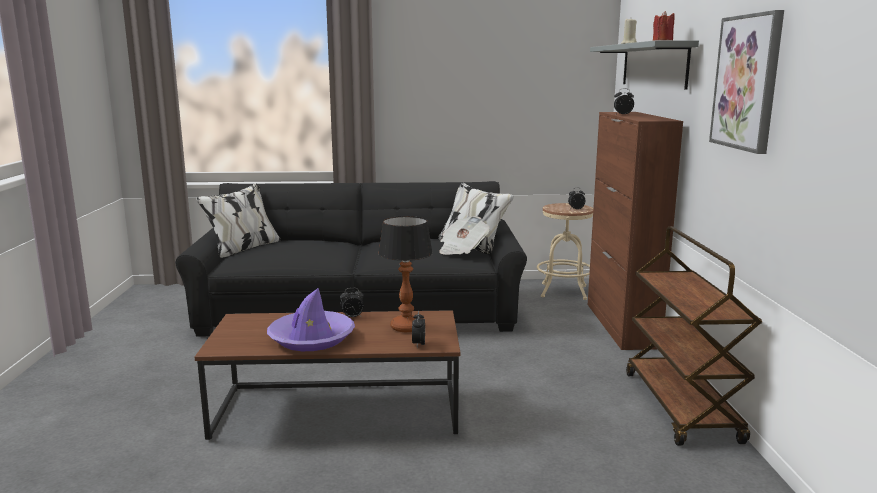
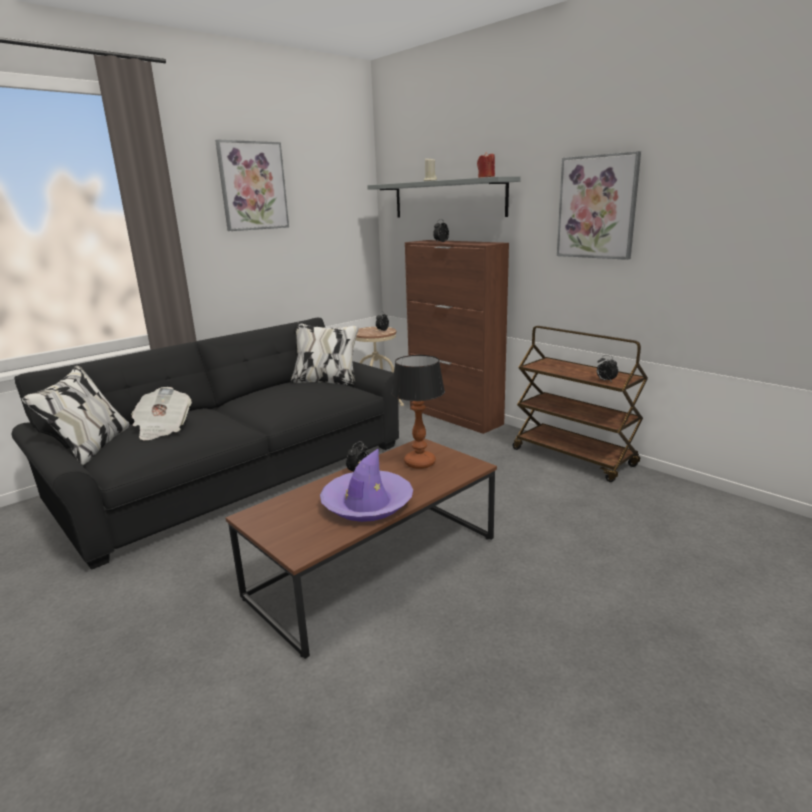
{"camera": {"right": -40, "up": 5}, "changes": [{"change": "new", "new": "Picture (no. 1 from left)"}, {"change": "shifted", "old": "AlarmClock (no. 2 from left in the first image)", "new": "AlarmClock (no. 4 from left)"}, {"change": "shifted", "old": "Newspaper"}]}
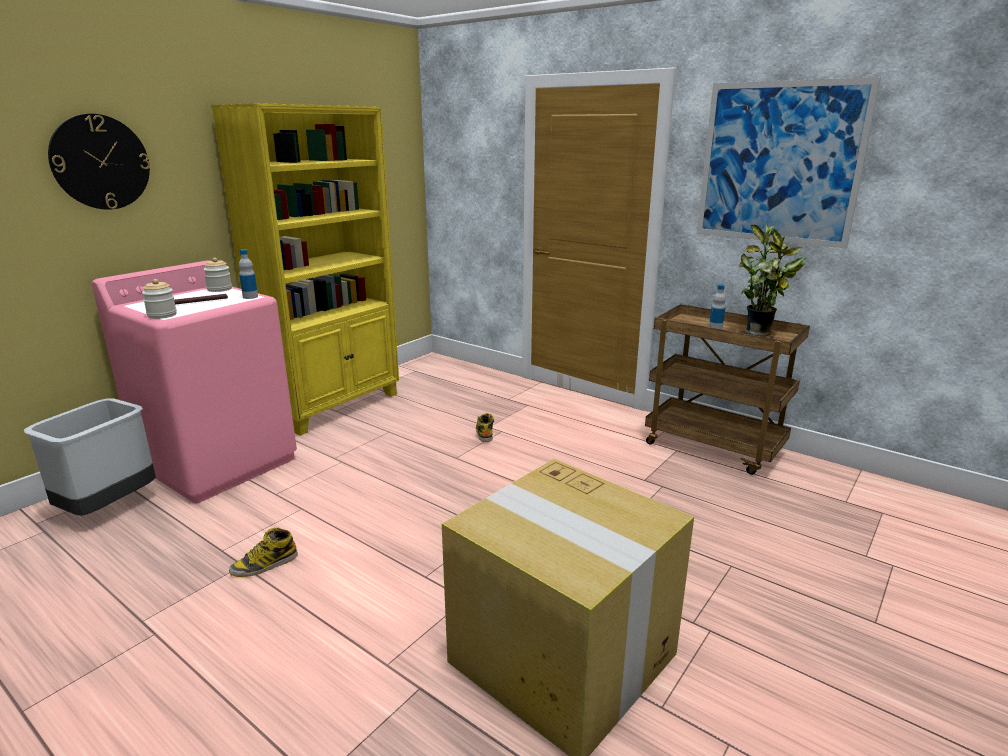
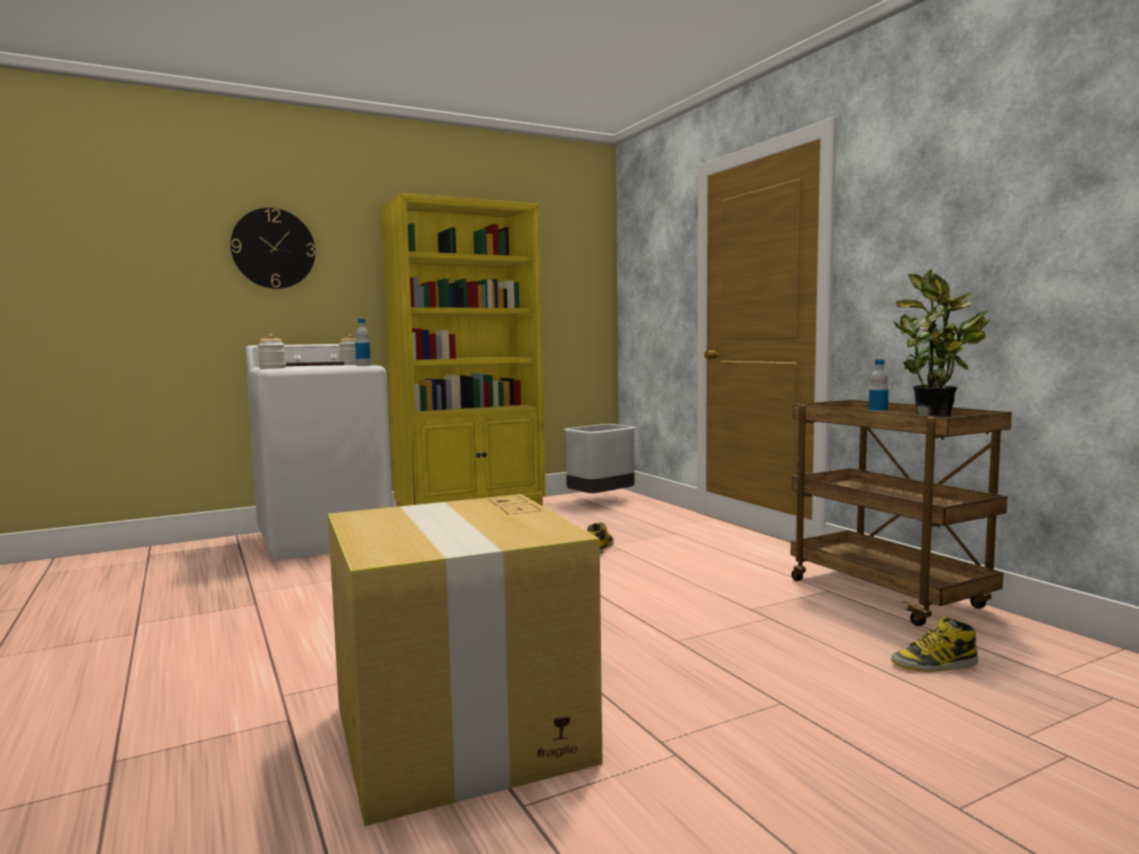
{"camera": {"right": 25, "up": -15}, "changes": [{"change": "gone", "old": "Picture"}, {"change": "shifted", "old": "GreyTrashCan"}, {"change": "shifted", "old": "Boot (no. 1 from left in the first image)", "new": "Boot (no. 2 from left)"}, {"change": "repainted", "old": "PinkWashingMachine", "new": "WhiteWashingMachine"}]}
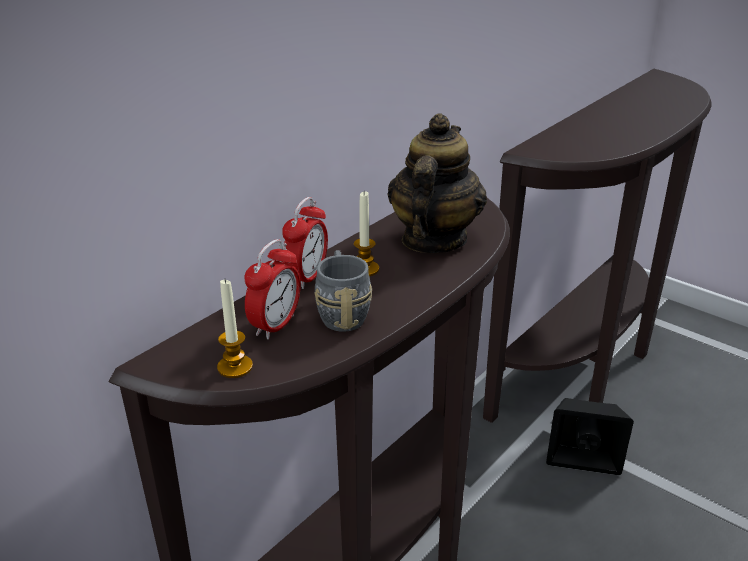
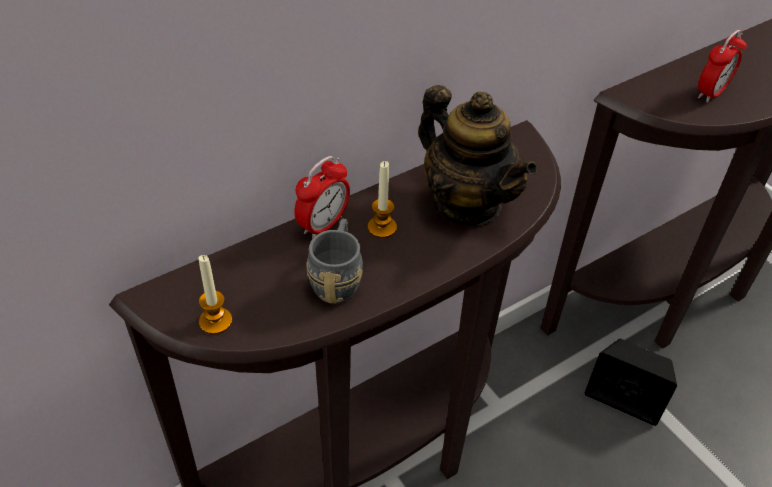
{"camera": {"right": 15, "up": 15}, "changes": [{"change": "shifted", "old": "AlarmClock (no. 1 from left in the first image)", "new": "AlarmClock (no. 2 from left)"}, {"change": "rotated", "old": "Teapot", "degrees": 105}]}
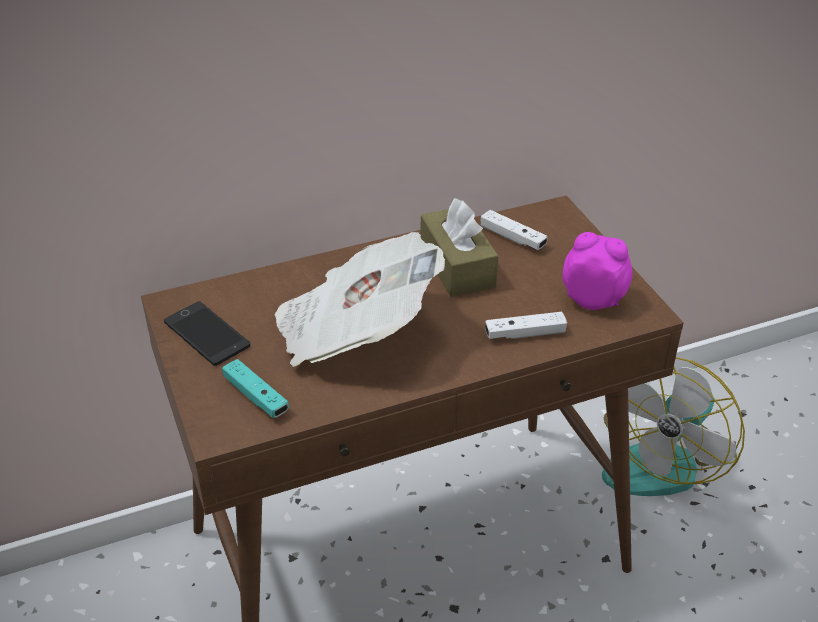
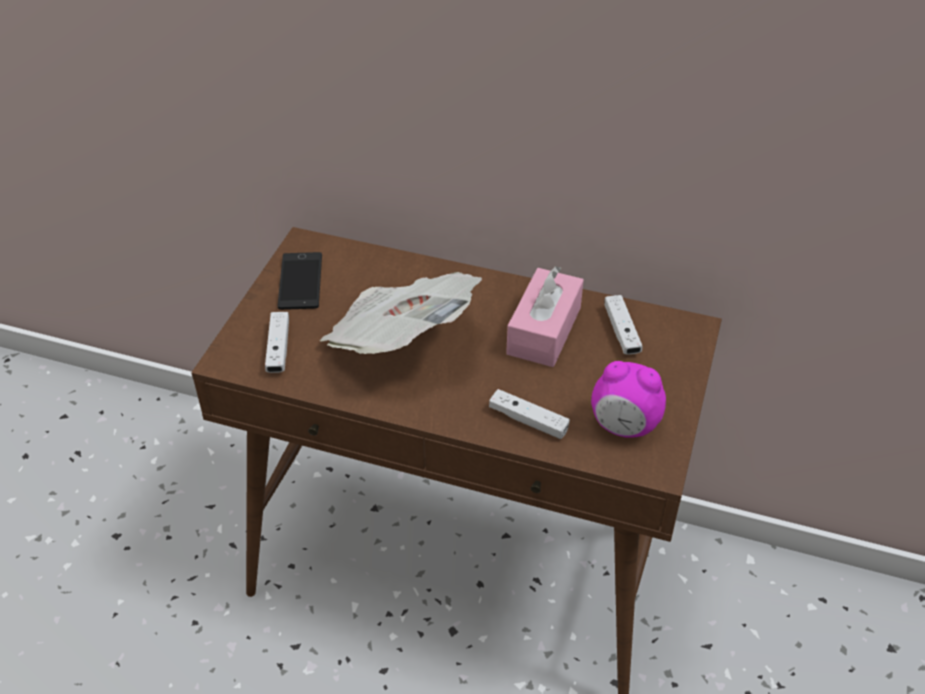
{"camera": {"right": 40, "up": 5}, "changes": [{"change": "gone", "old": "Fan"}, {"change": "repainted", "old": "TurquoiseGameController", "new": "WhiteGameController (no. 1 from left)"}, {"change": "repainted", "old": "BrownTissueBox", "new": "PinkTissueBox"}, {"change": "rotated", "old": "AlarmClock", "degrees": 135}]}
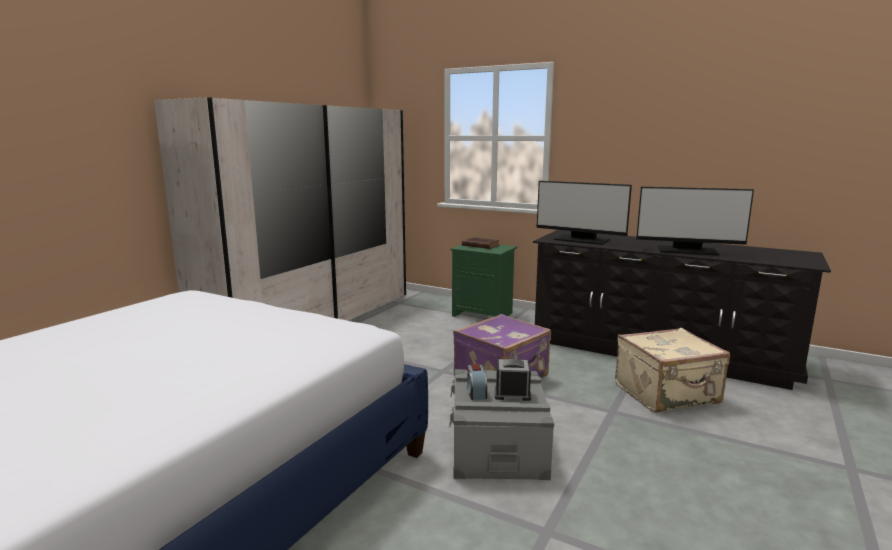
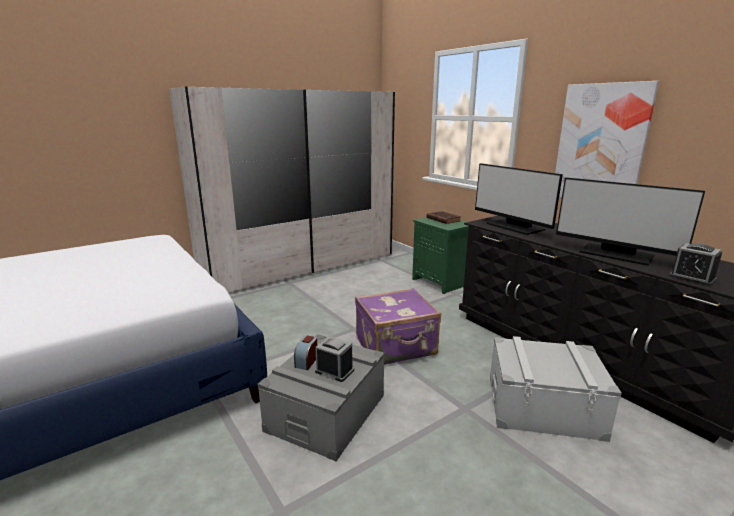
{"camera": {"right": 25, "up": 5}, "changes": [{"change": "new", "new": "Picture"}, {"change": "new", "new": "AlarmClock (no. 3 from left)"}, {"change": "swapped", "old": "BeigeSuitcase", "new": "GreyStorageBox (no. 2 from left)"}]}
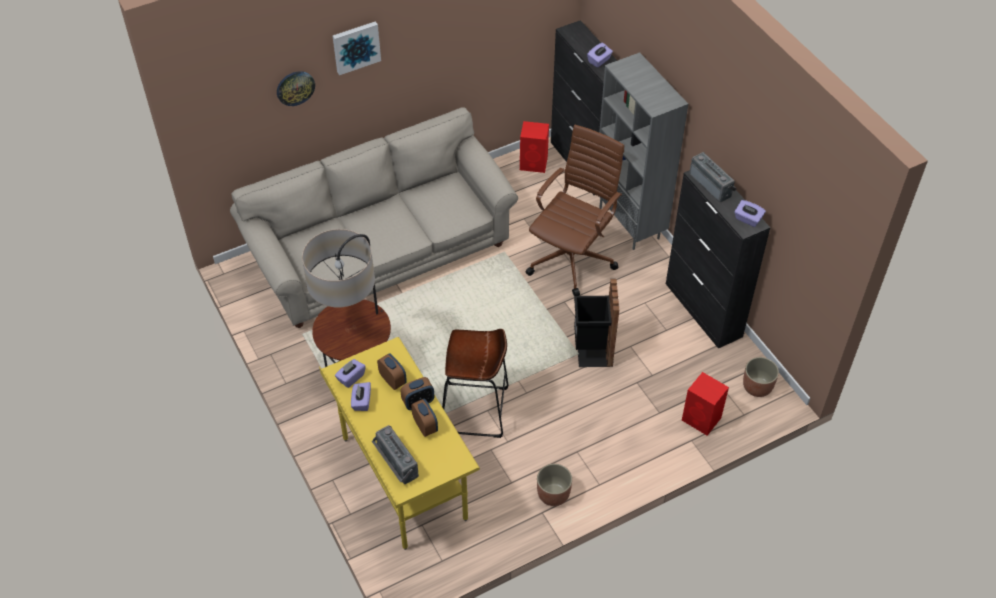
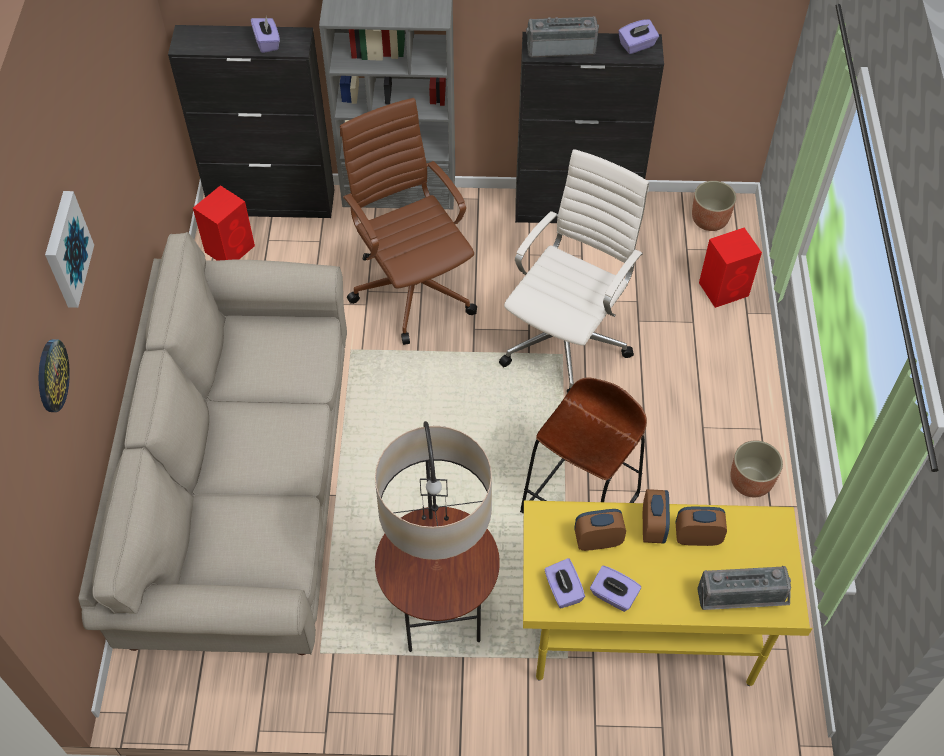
{"camera": {"right": -60, "up": 5}, "changes": [{"change": "swapped", "old": "BlackTrashCan", "new": "WhiteOfficeChair"}]}
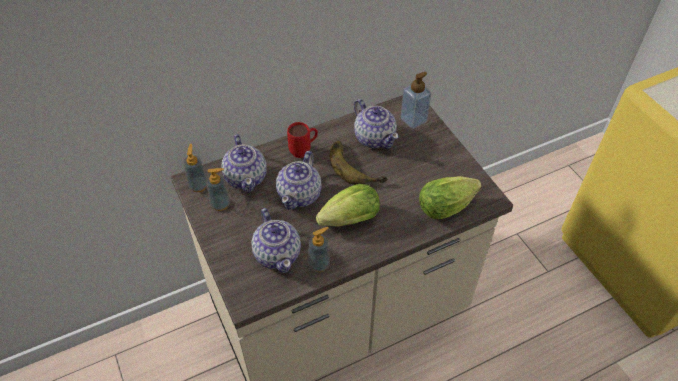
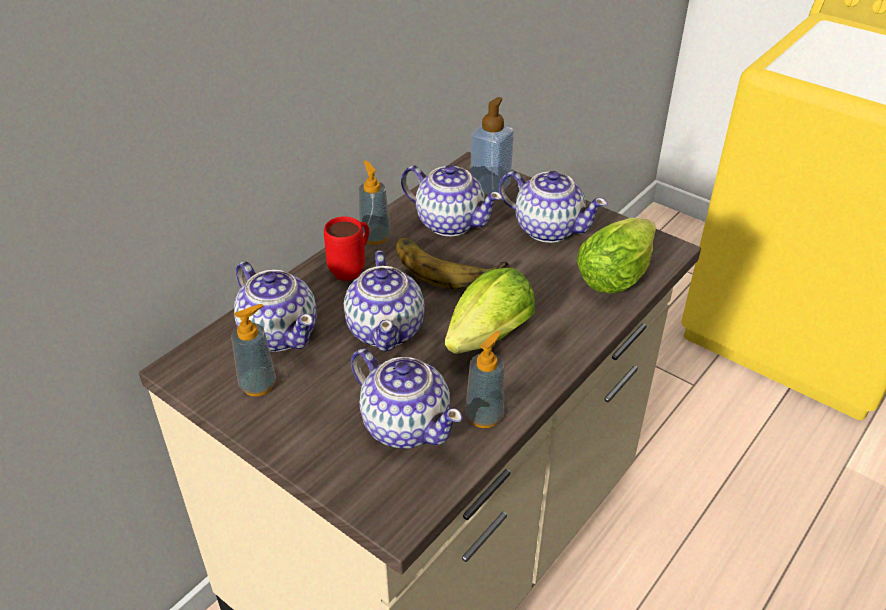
{"camera": {"right": -25, "up": -10}, "changes": [{"change": "new", "new": "Teapot (no. 5 from left)"}, {"change": "shifted", "old": "SoapDispenser (no. 1 from left in the first image)", "new": "SoapDispenser (no. 2 from left)"}]}
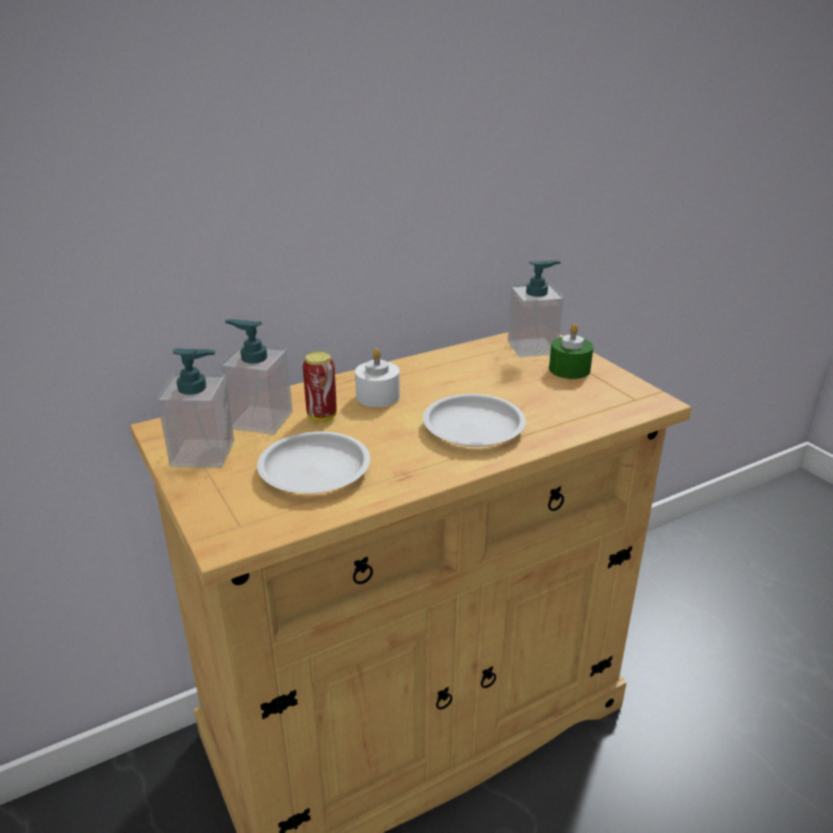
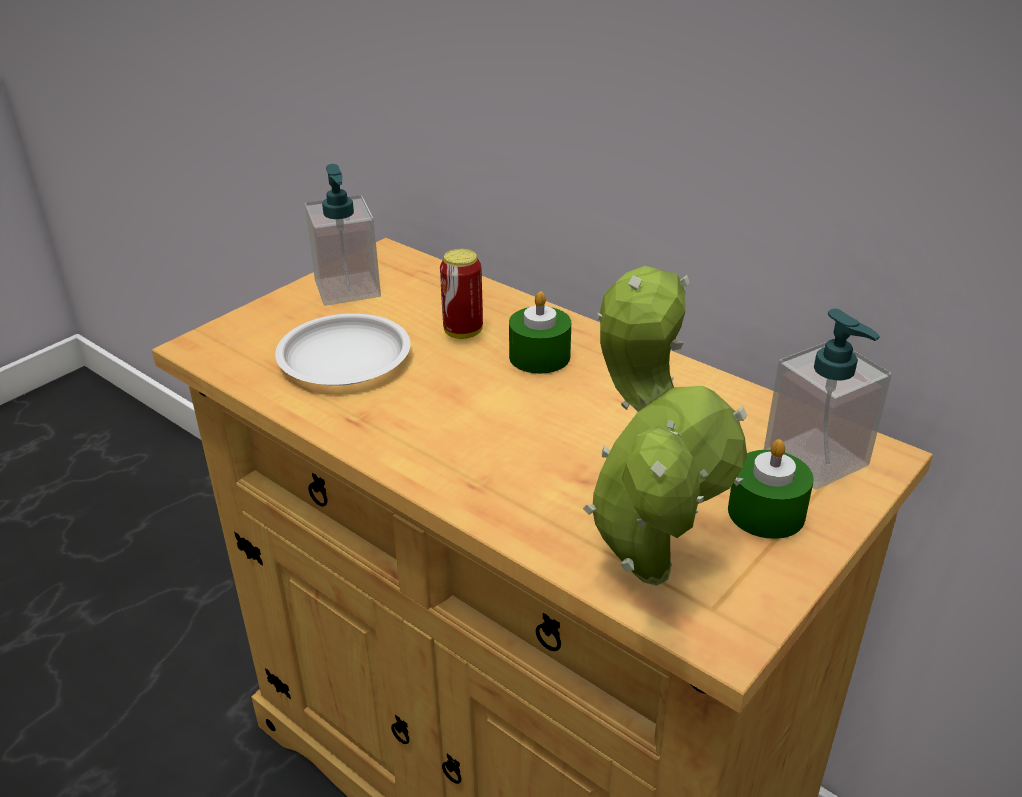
{"camera": {"right": 70, "up": 5}, "changes": [{"change": "gone", "old": "SoapDispenser (no. 2 from left)"}, {"change": "gone", "old": "WhitePlate (no. 2 from left)"}, {"change": "new", "new": "PottedPlant"}, {"change": "repainted", "old": "WhiteCandle", "new": "GreenCandle (no. 1 from left)"}]}
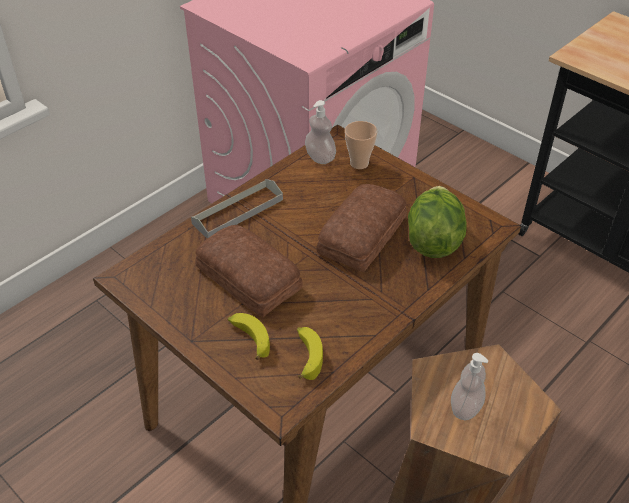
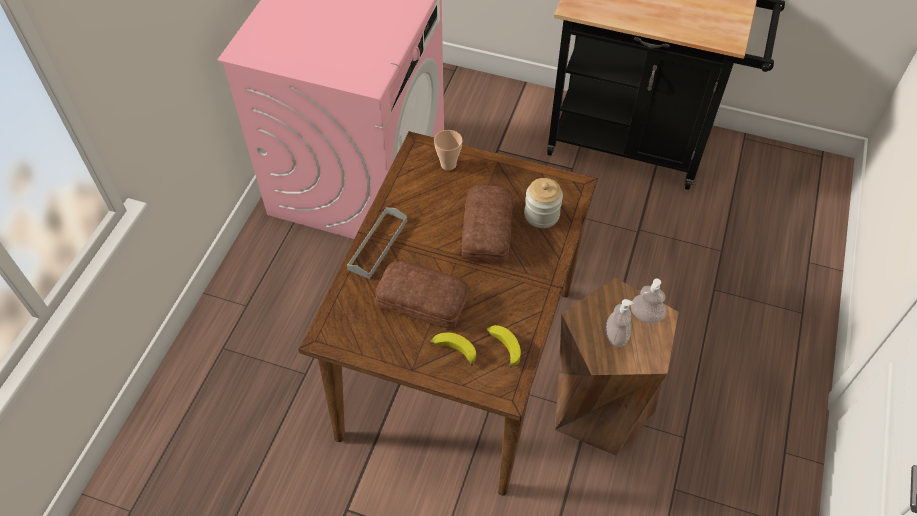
{"camera": {"right": -25, "up": 10}, "changes": [{"change": "shifted", "old": "SoapDispenser (no. 1 from left in the first image)", "new": "SoapDispenser (no. 2 from left)"}, {"change": "swapped", "old": "Lettuce", "new": "Jar"}]}
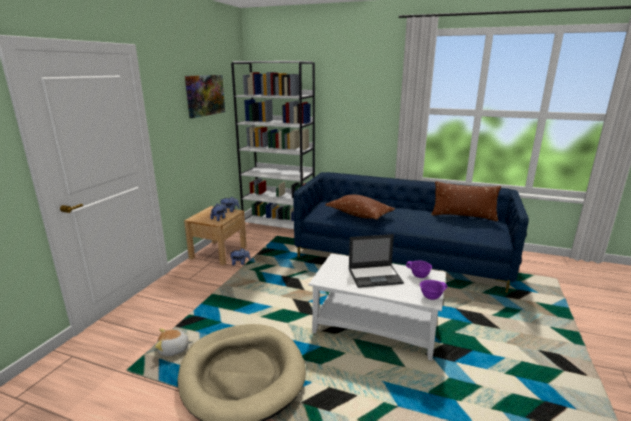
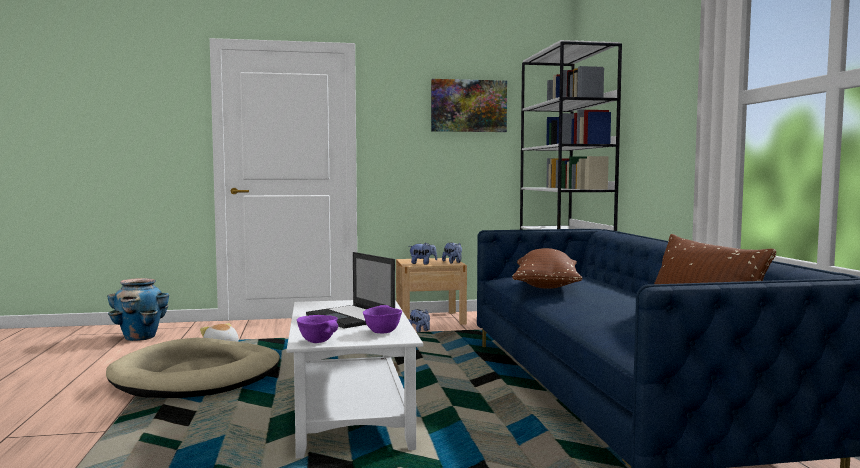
{"camera": {"right": 60, "up": -15}, "changes": [{"change": "new", "new": "Planter"}]}
